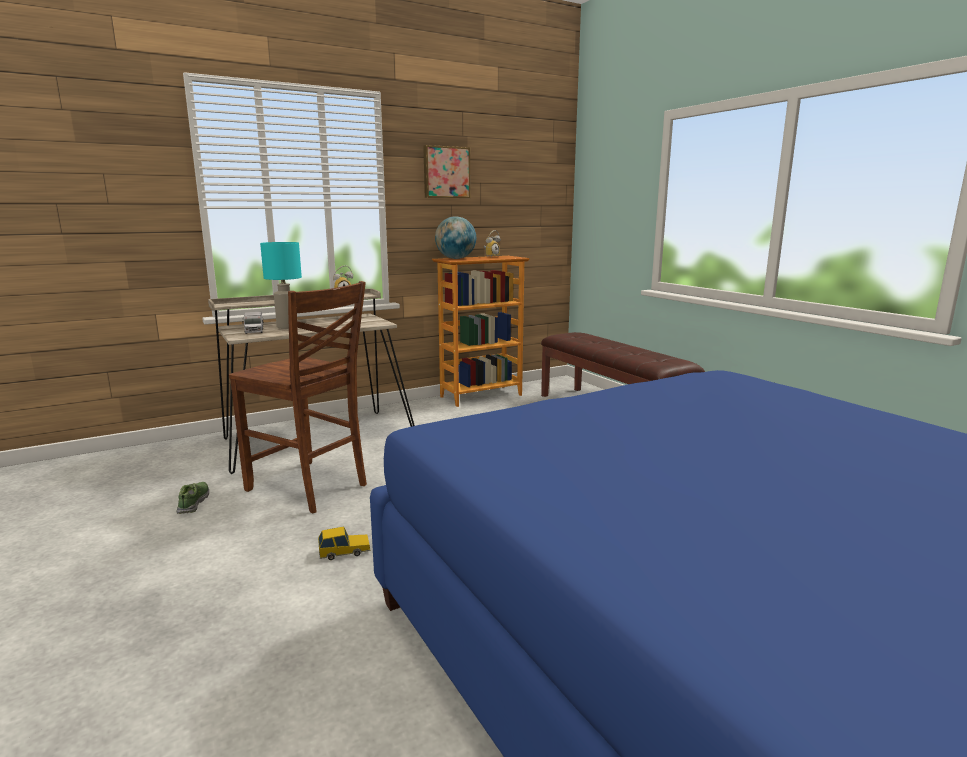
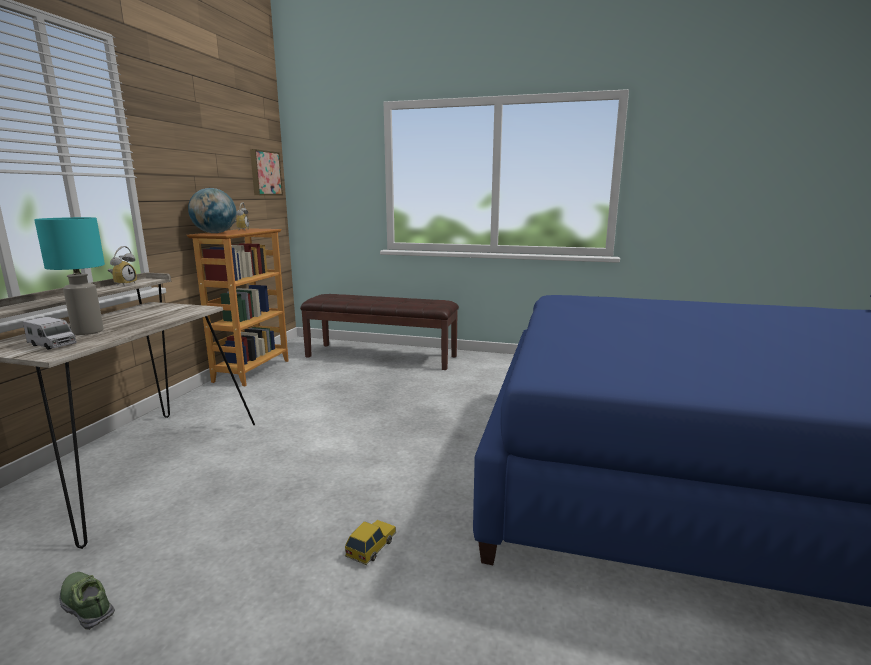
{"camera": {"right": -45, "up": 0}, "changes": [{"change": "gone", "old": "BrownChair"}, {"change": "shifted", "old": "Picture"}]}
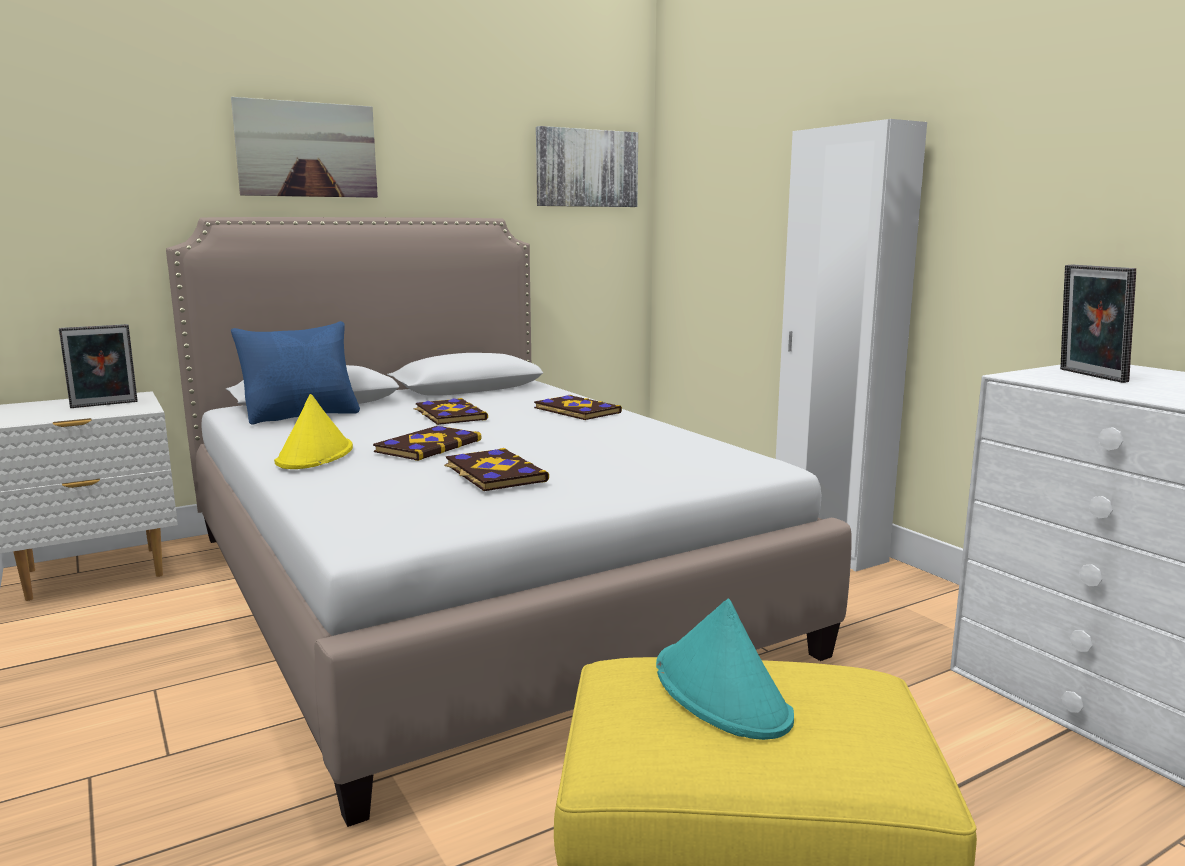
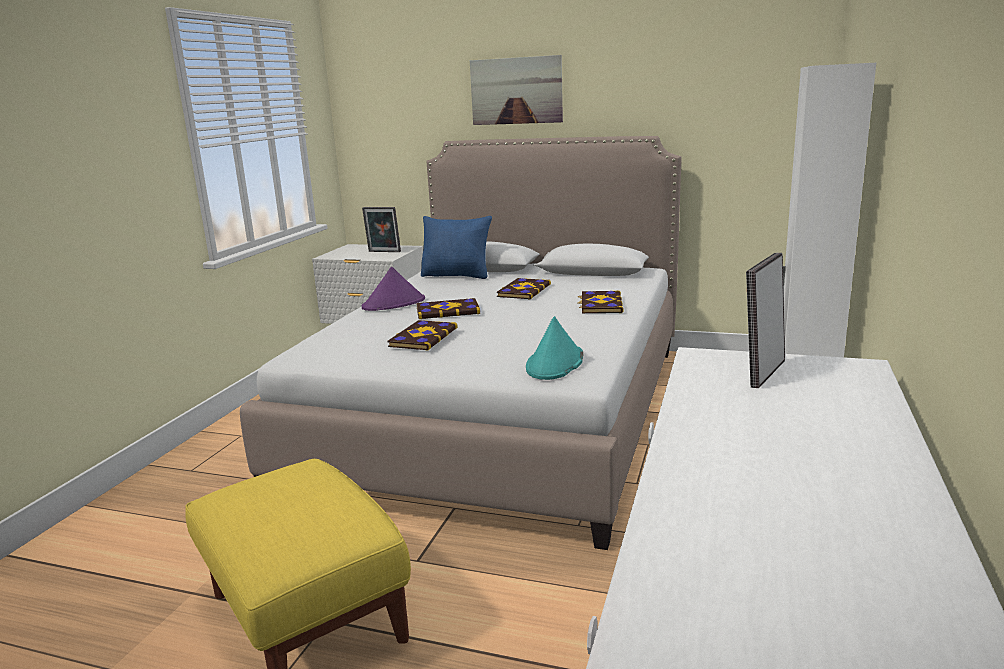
{"camera": {"right": 50, "up": 5}, "changes": [{"change": "gone", "old": "Picture (no. 2 from left)"}, {"change": "shifted", "old": "TurquoiseHat"}, {"change": "repainted", "old": "YellowHat", "new": "PurpleHat"}]}
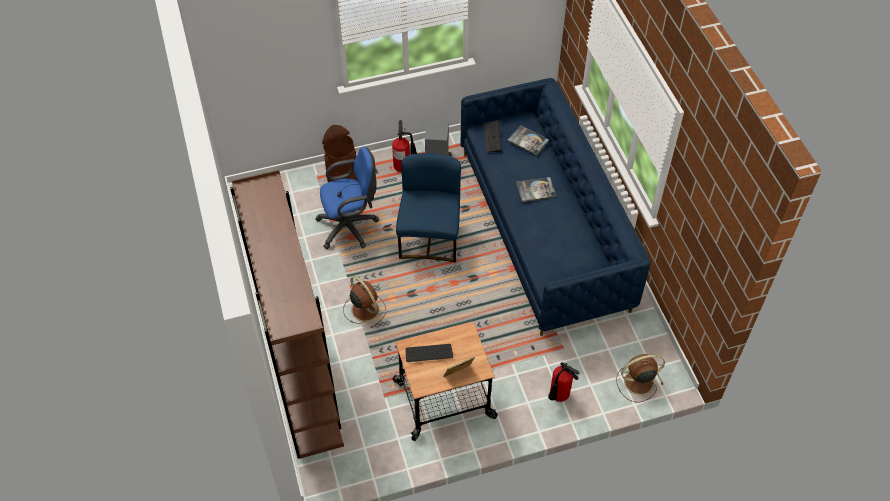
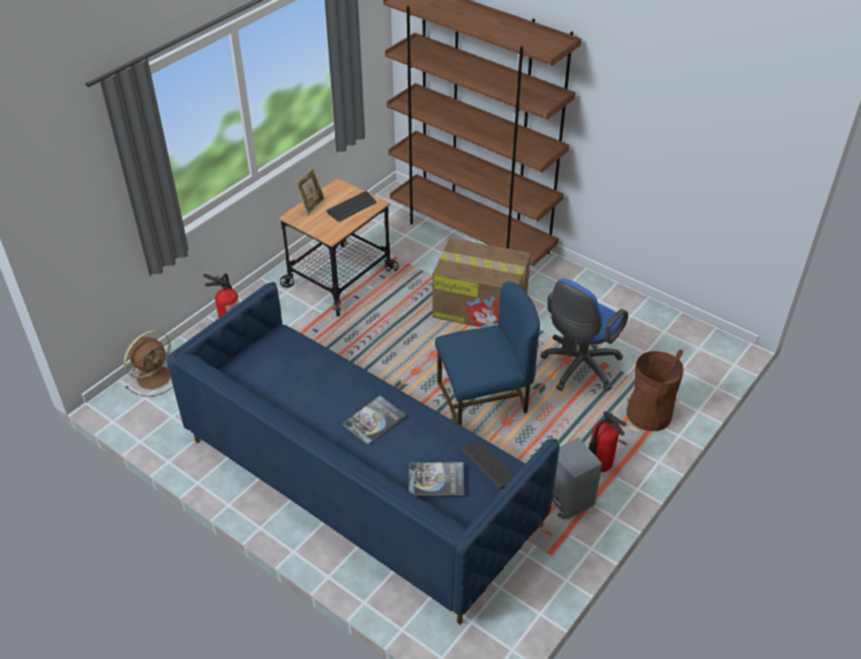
{"camera": {"right": 145, "up": -10}, "changes": [{"change": "swapped", "old": "BrownFan (no. 1 from left)", "new": "CardboardBox"}, {"change": "rotated", "old": "BlueChair", "degrees": -75}]}
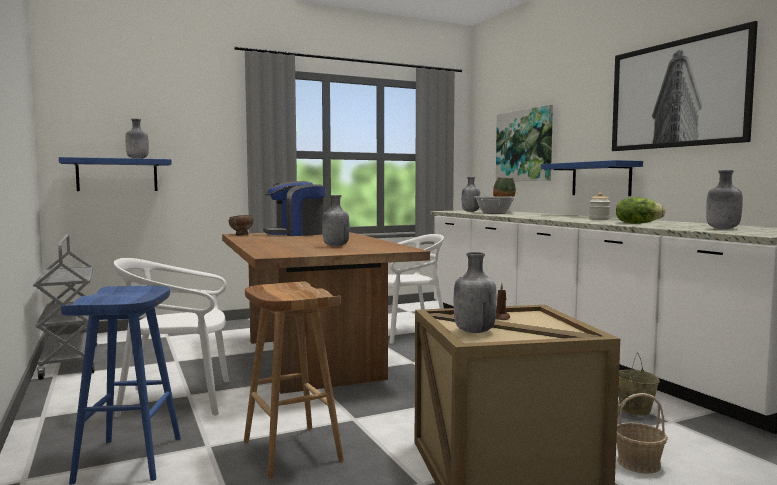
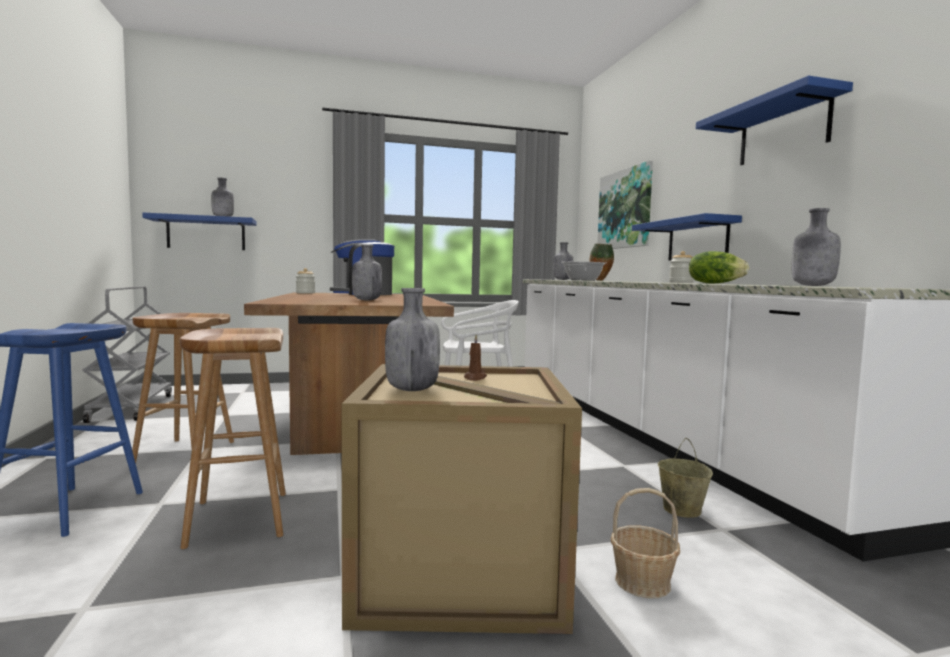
{"camera": {"right": 10, "up": 0}, "changes": [{"change": "swapped", "old": "WhiteChair (no. 1 from left)", "new": "BrownStool (no. 1 from left)"}, {"change": "swapped", "old": "BrownBowl", "new": "Jar (no. 1 from left)"}, {"change": "swapped", "old": "Picture (no. 2 from left)", "new": "BlueShelf (no. 3 from left)"}]}
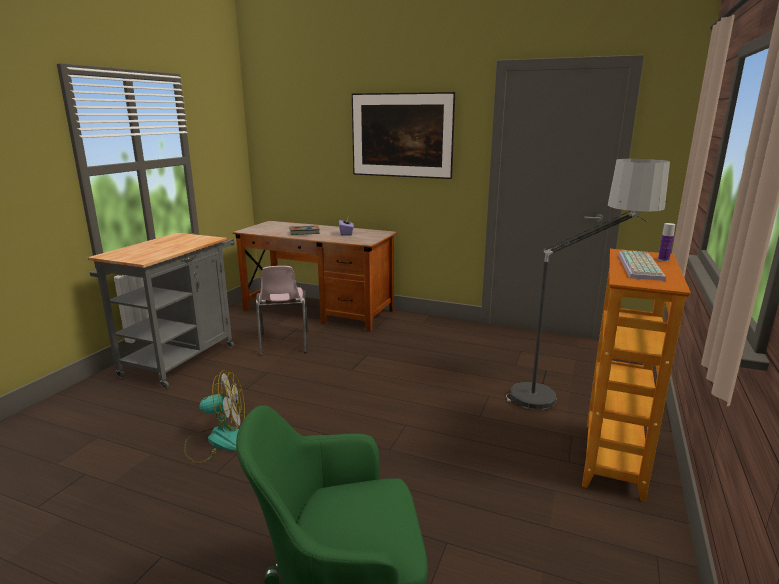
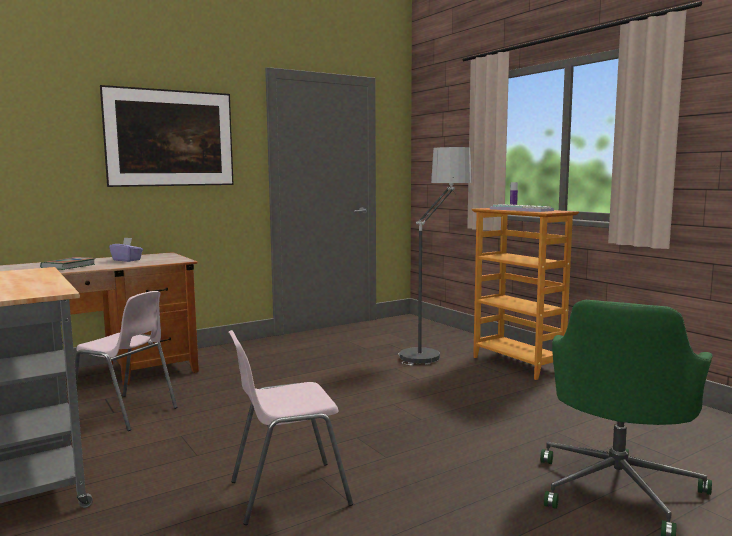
{"camera": {"right": -55, "up": -10}, "changes": [{"change": "swapped", "old": "Fan", "new": "PinkChair (no. 2 from left)"}]}
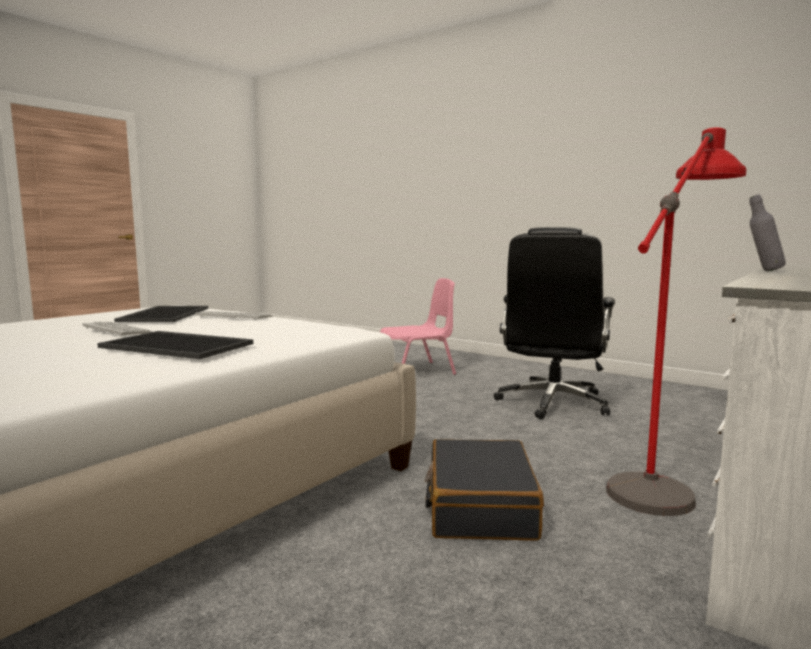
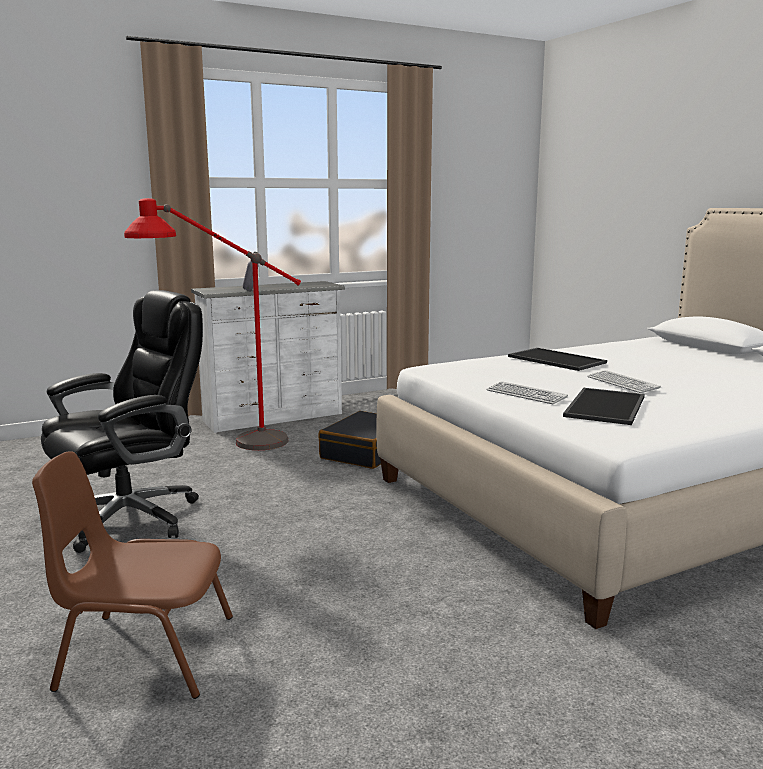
{"camera": {"right": -155, "up": 5}, "changes": [{"change": "repainted", "old": "PinkChair", "new": "BrownChair"}]}
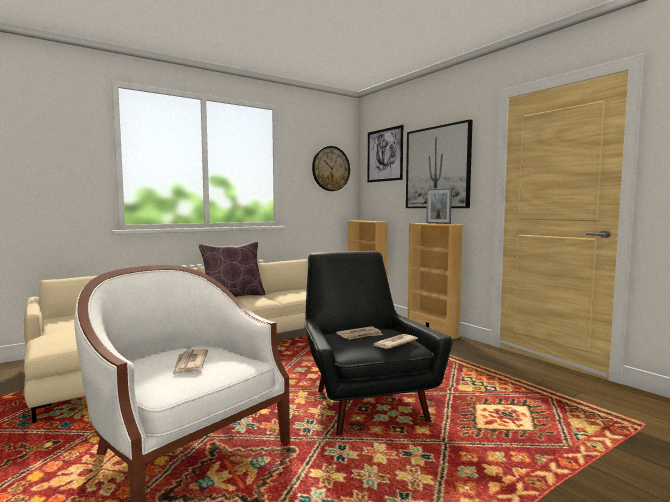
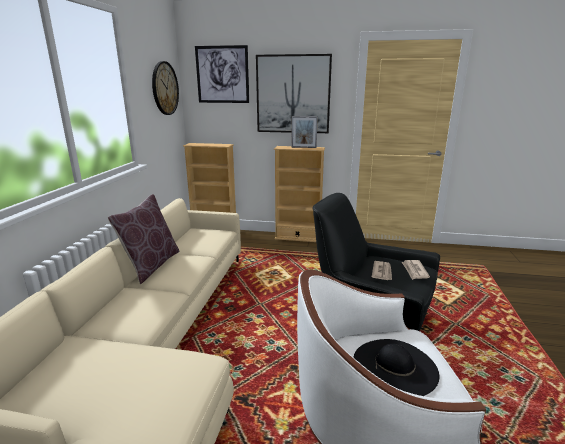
{"camera": {"right": -45, "up": 15}, "changes": [{"change": "swapped", "old": "Newspaper (no. 1 from left)", "new": "BlackHat"}]}
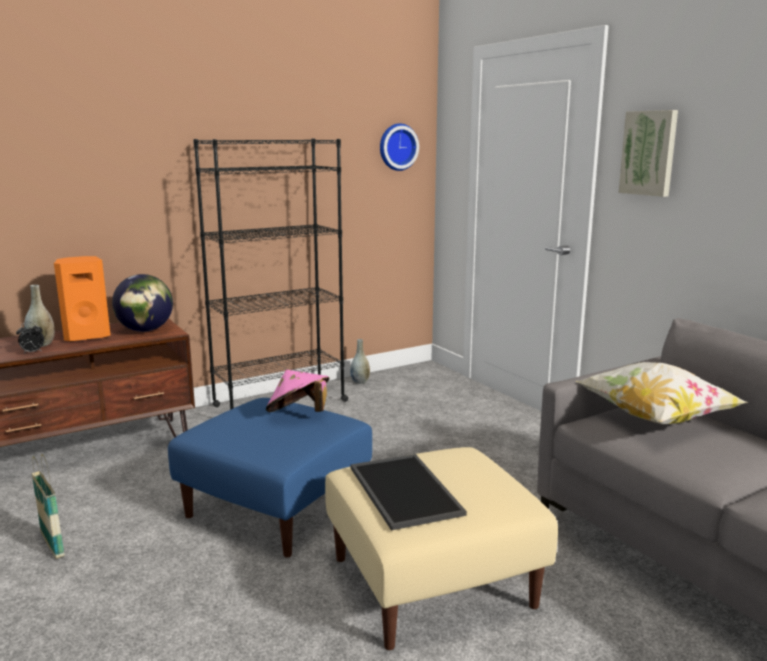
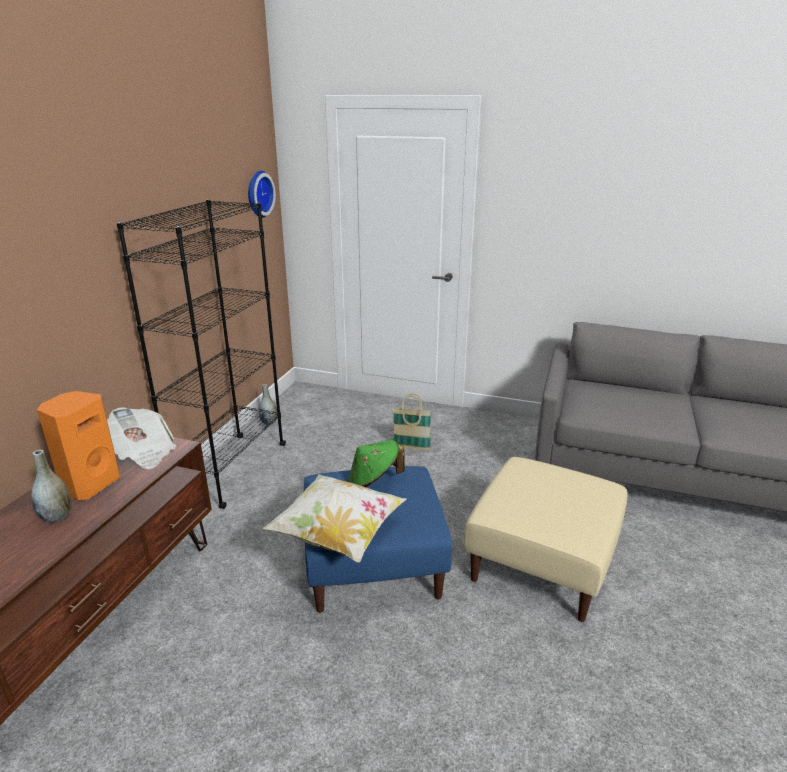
{"camera": {"right": -40, "up": 10}, "changes": [{"change": "gone", "old": "AlarmClock"}, {"change": "gone", "old": "Tray"}, {"change": "gone", "old": "Picture"}, {"change": "shifted", "old": "Basket"}, {"change": "shifted", "old": "Pillow"}, {"change": "swapped", "old": "Globe", "new": "Newspaper"}, {"change": "repainted", "old": "PinkHat", "new": "GreenHat"}]}
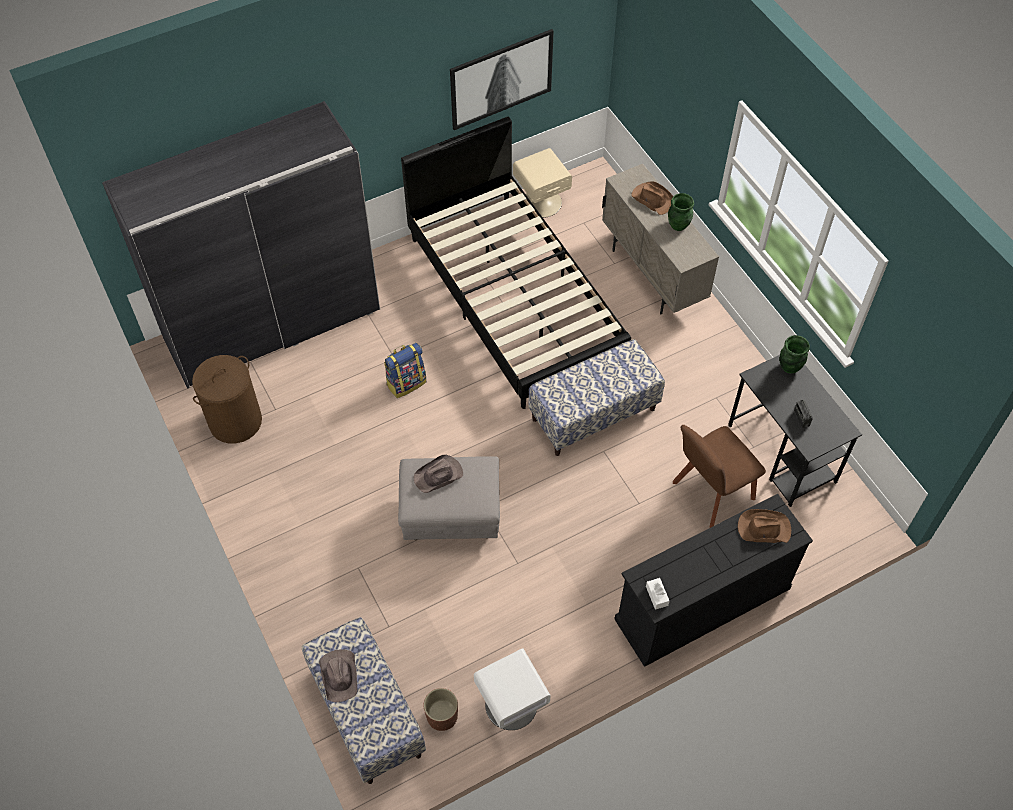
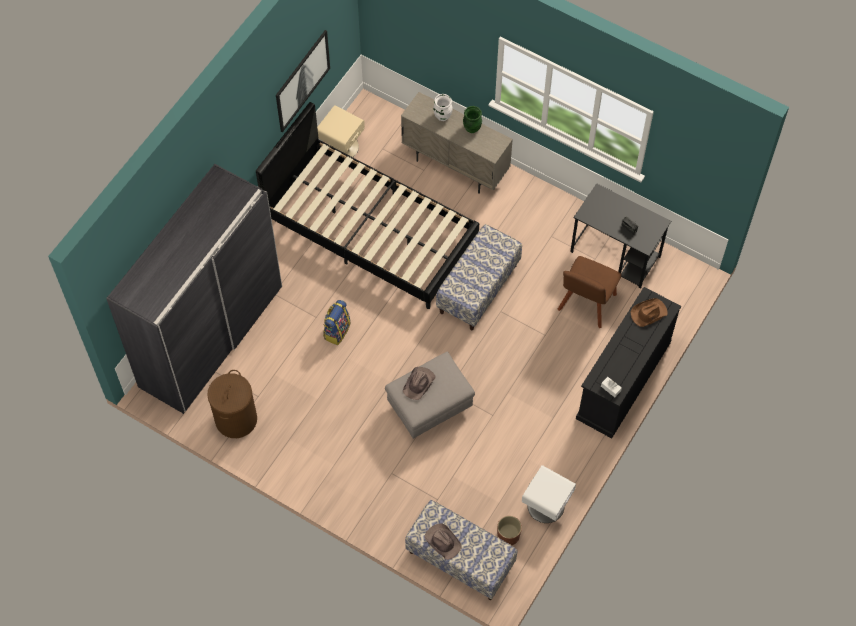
{"camera": {"right": -30, "up": 5}, "changes": [{"change": "gone", "old": "GreenVase (no. 2 from left)"}, {"change": "swapped", "old": "BrownHat (no. 3 from left)", "new": "WhiteVase"}]}
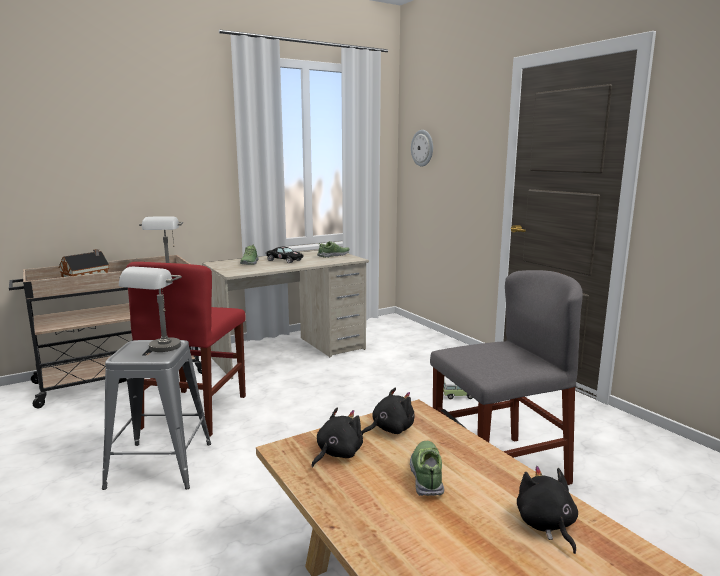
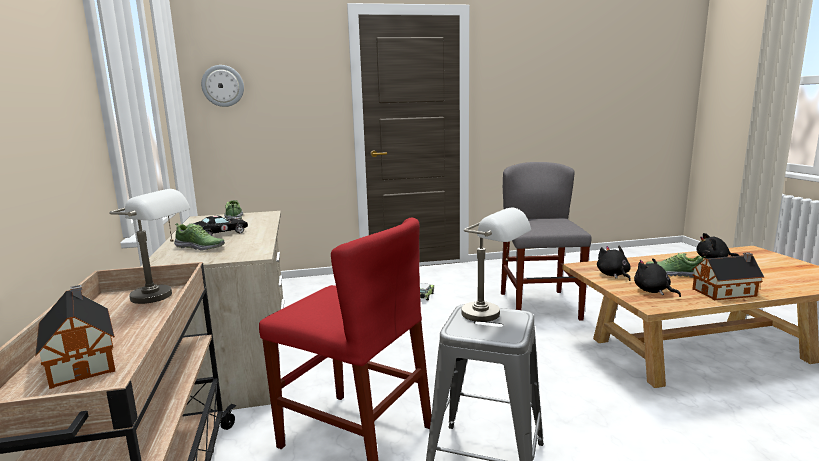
{"camera": {"right": -70, "up": 0}, "changes": [{"change": "new", "new": "ToyHouse (no. 2 from left)"}]}
